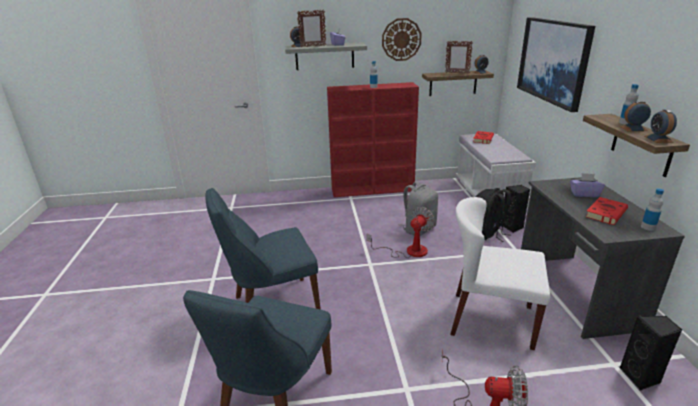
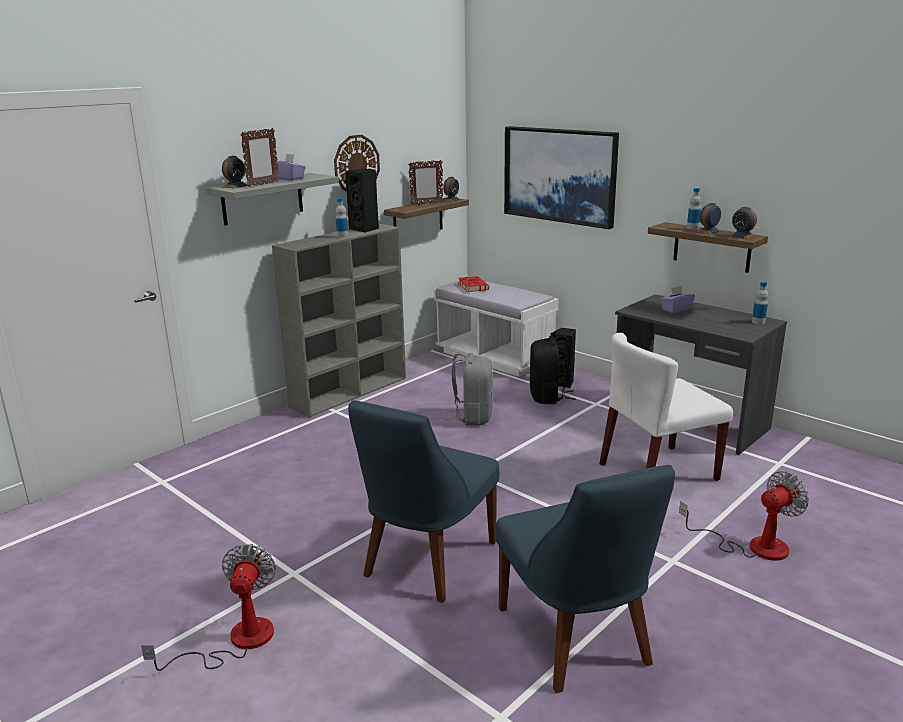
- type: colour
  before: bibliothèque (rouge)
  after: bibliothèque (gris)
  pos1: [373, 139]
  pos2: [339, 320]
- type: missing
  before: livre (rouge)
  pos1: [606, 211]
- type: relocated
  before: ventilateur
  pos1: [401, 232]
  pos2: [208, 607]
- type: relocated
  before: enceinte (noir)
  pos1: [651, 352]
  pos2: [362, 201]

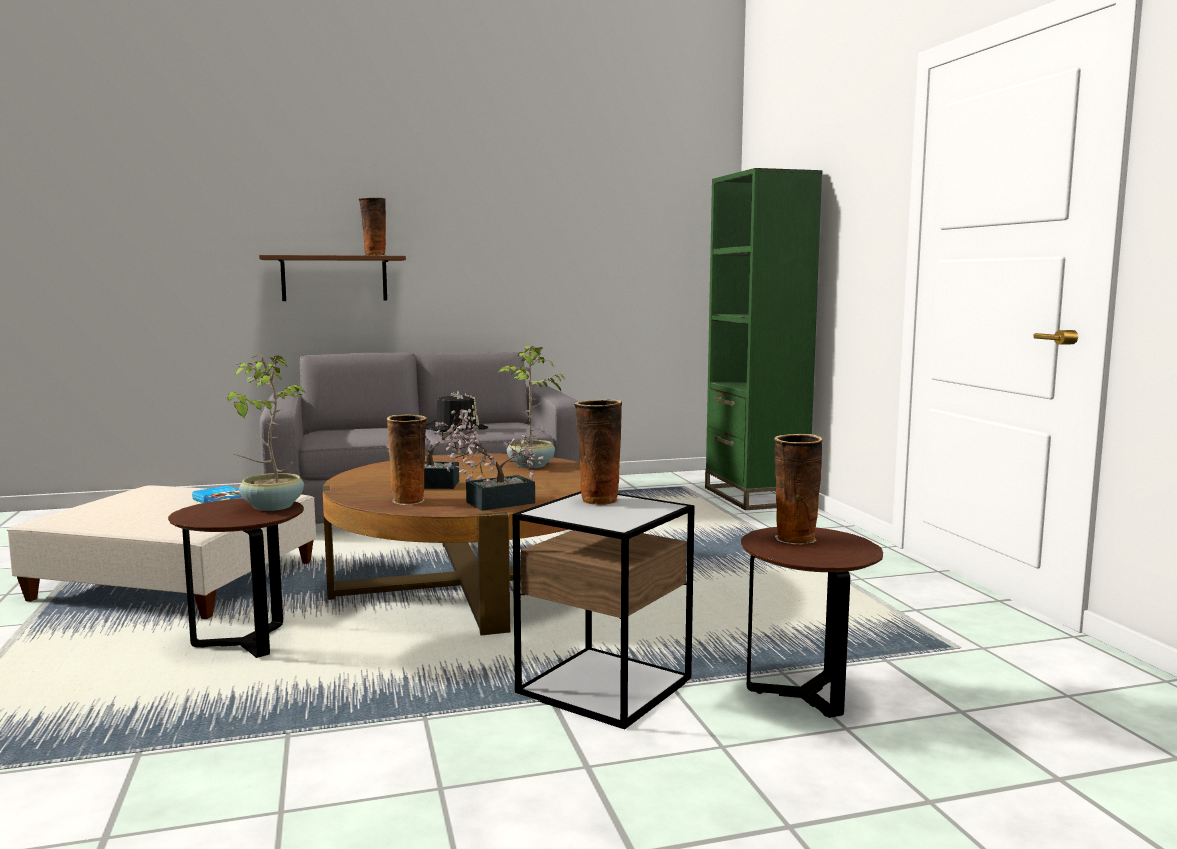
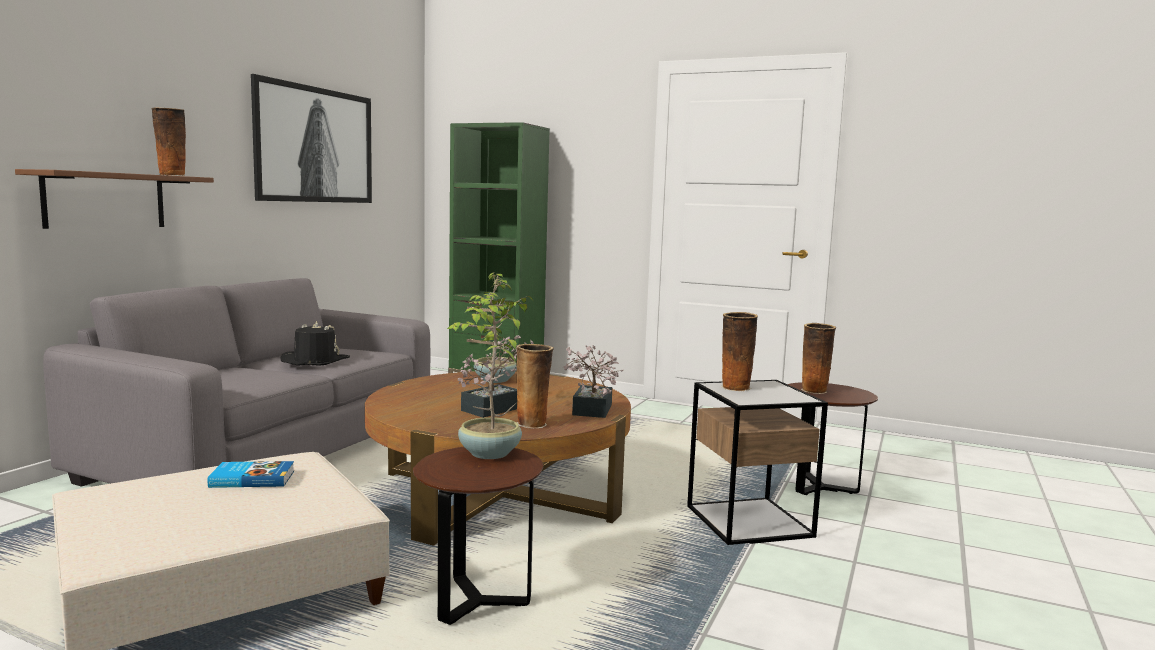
- type: appeared
  after: tableau
  pos2: [311, 138]

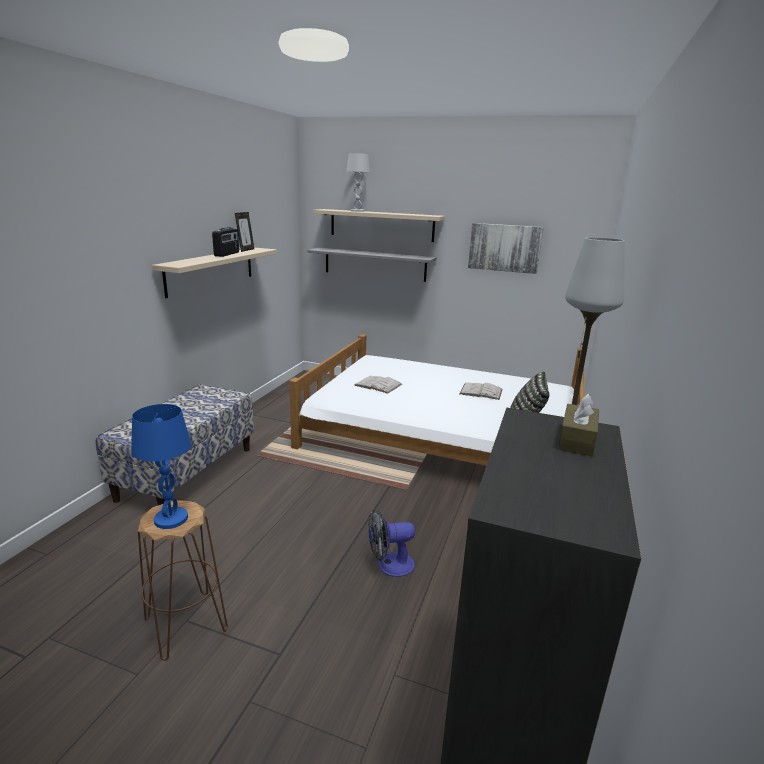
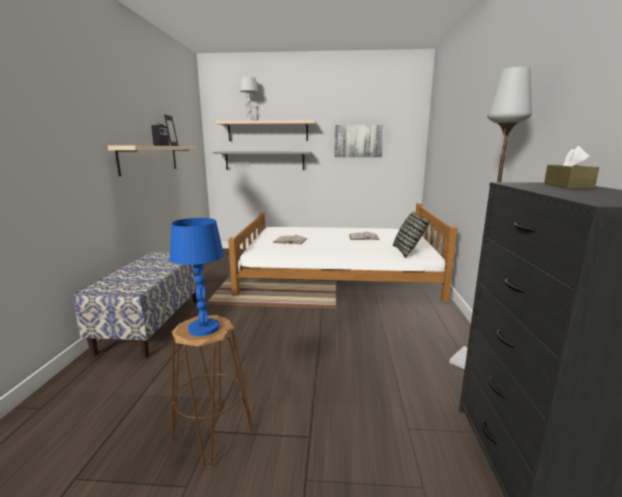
- type: missing
  before: ventilateur
  pos1: [391, 543]

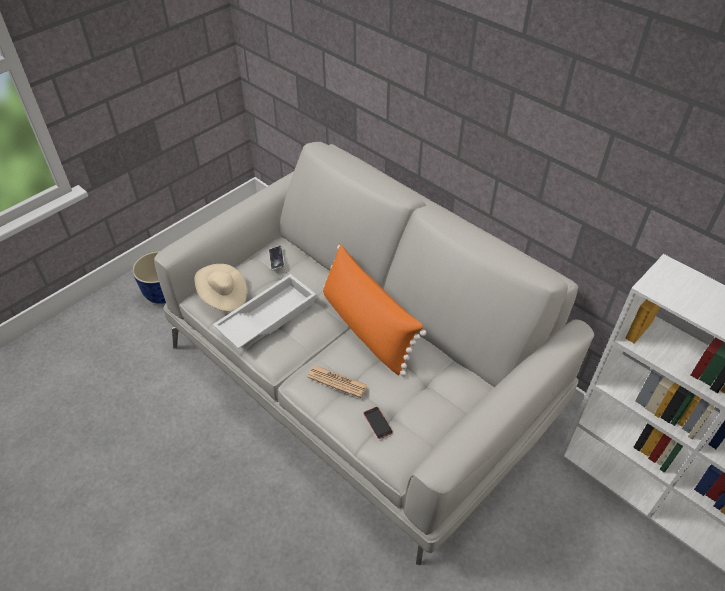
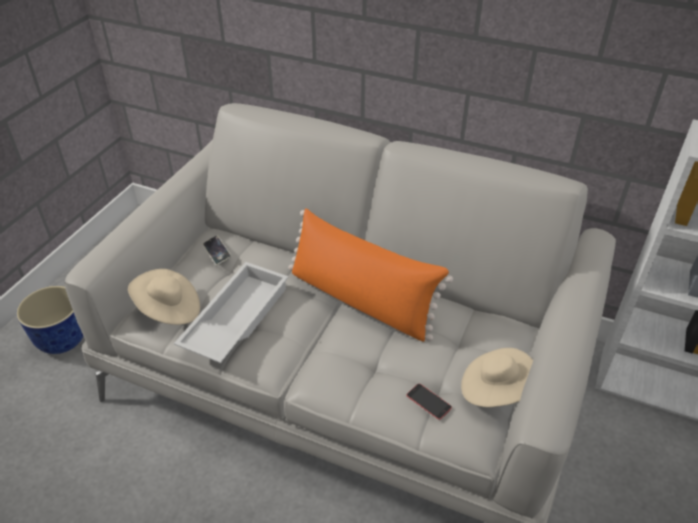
- type: missing
  before: journal
  pos1: [337, 381]
- type: appeared
  after: chapeau (beige)
  pos2: [497, 377]

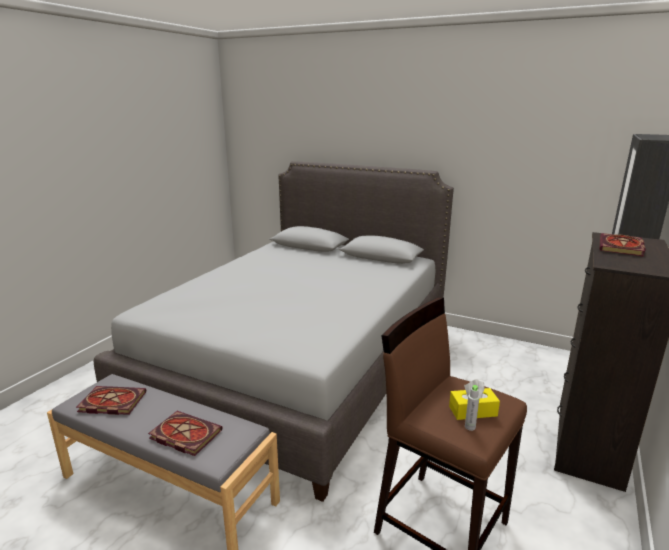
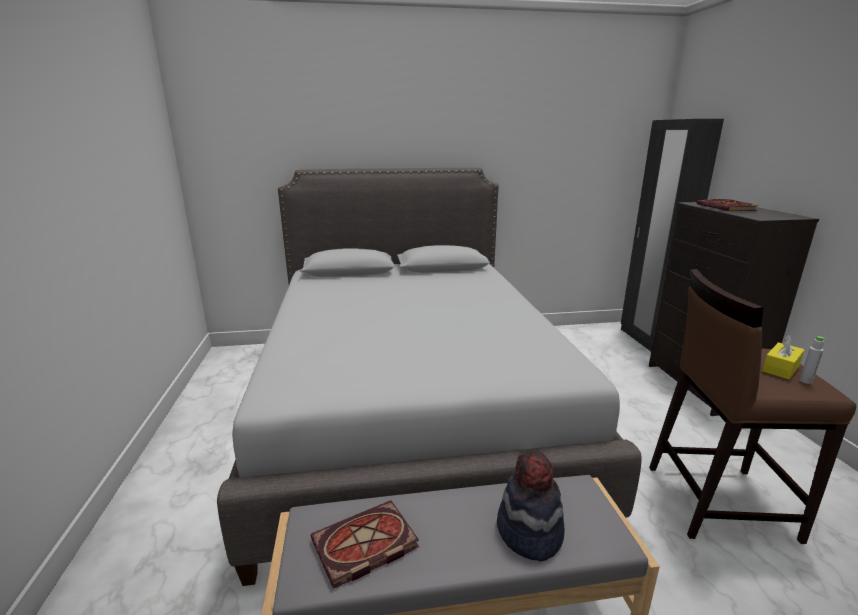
- type: exchanged
  before: livre
  after: chapeau
  pos1: [185, 433]
  pos2: [531, 505]

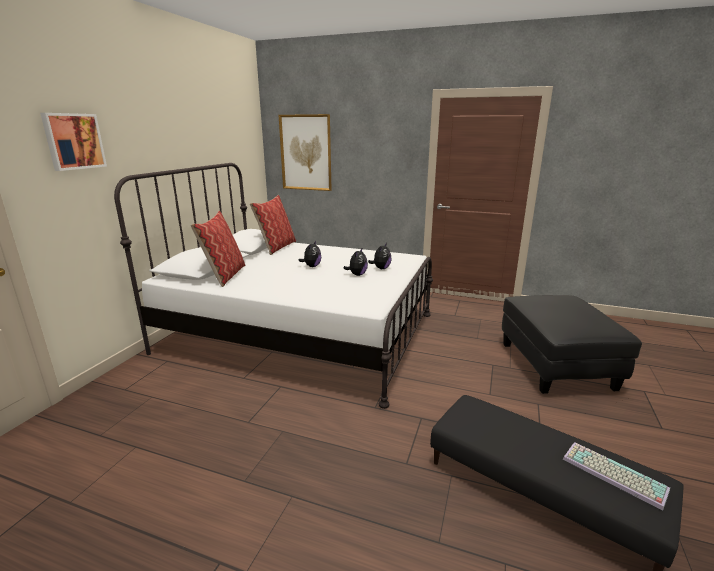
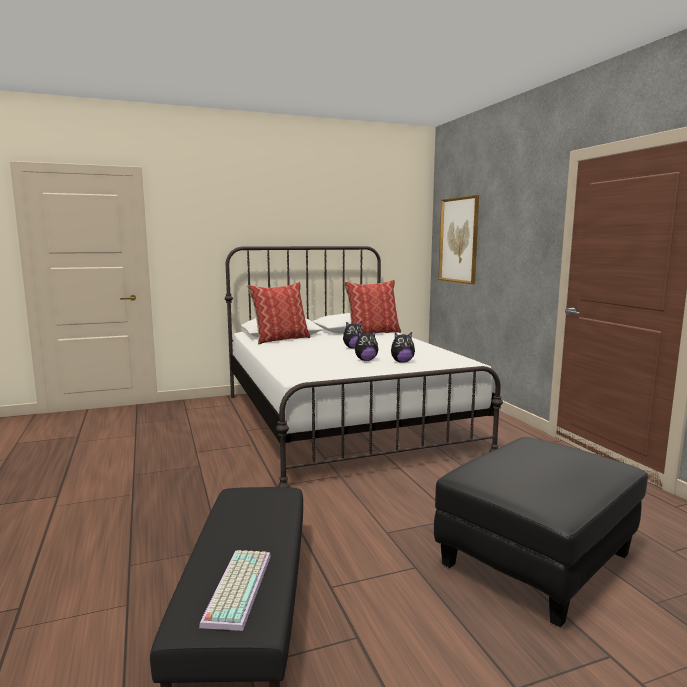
- type: missing
  before: tableau
  pos1: [73, 142]

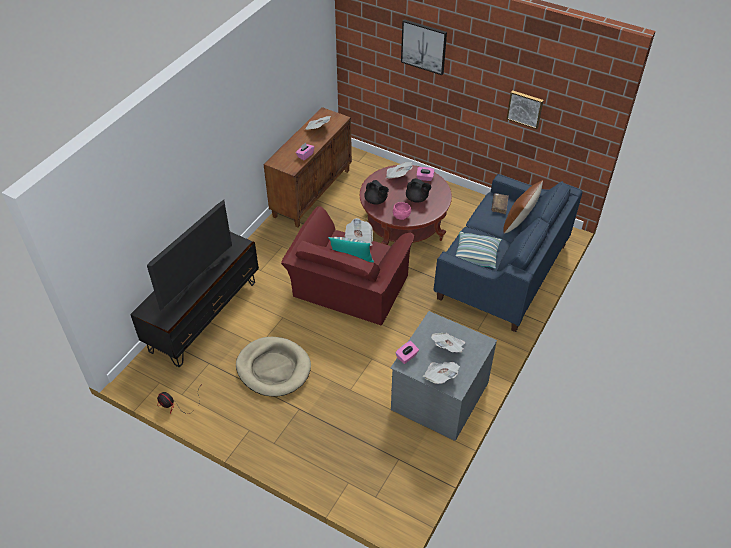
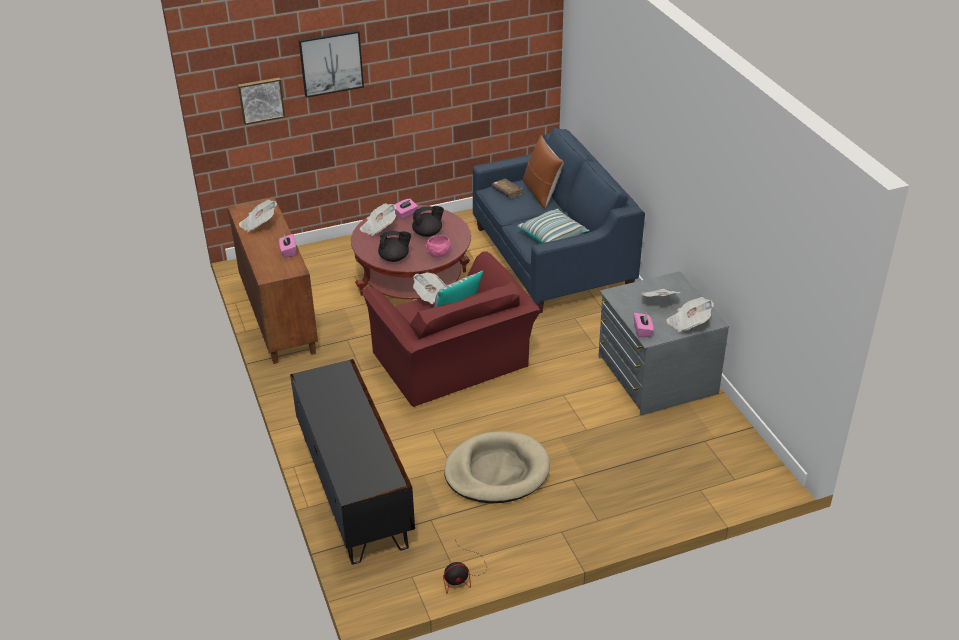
- type: relocated
  before: tableau
  pos1: [525, 109]
  pos2: [261, 101]
- type: missing
  before: téléviseur
  pos1: [189, 255]

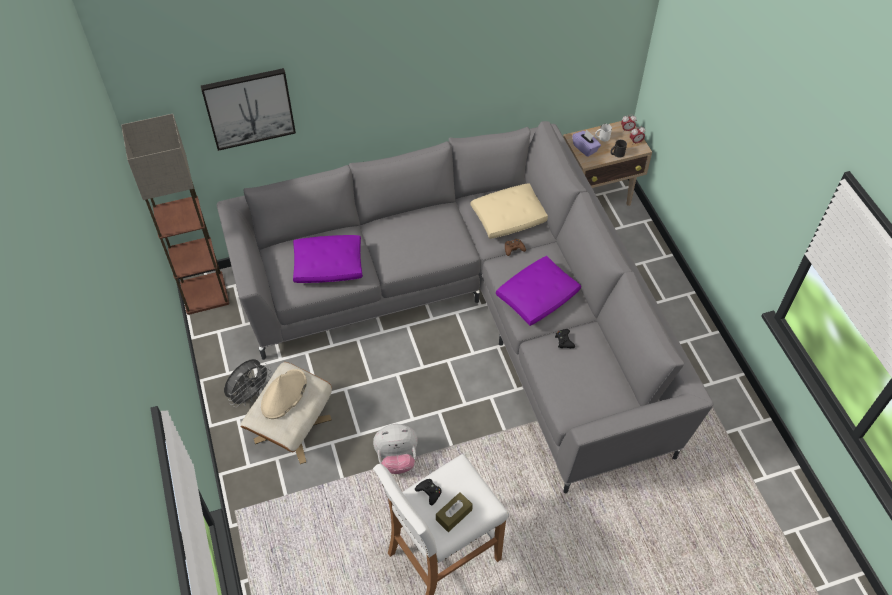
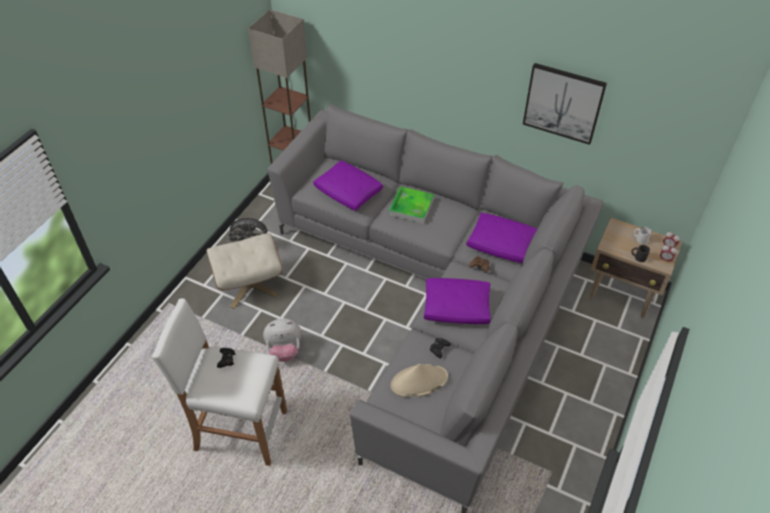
- type: relocated
  before: tableau
  pos1: [248, 109]
  pos2: [565, 104]
- type: missing
  before: boîte à mouchoirs (violet)
  pos1: [586, 143]
- type: colour
  before: coussin (beige)
  after: coussin (violet)
  pos1: [509, 211]
  pos2: [501, 238]
- type: relocated
  before: chapeau (beige)
  pos1: [284, 394]
  pos2: [419, 380]
- type: spun
  before: peluche
  pos1: [395, 449]
  pos2: [282, 340]
  turn: -45
- type: missing
  before: boîte à mouchoirs (marron)
  pos1: [454, 512]
- type: appeared
  after: plateau
  pos2: [411, 205]

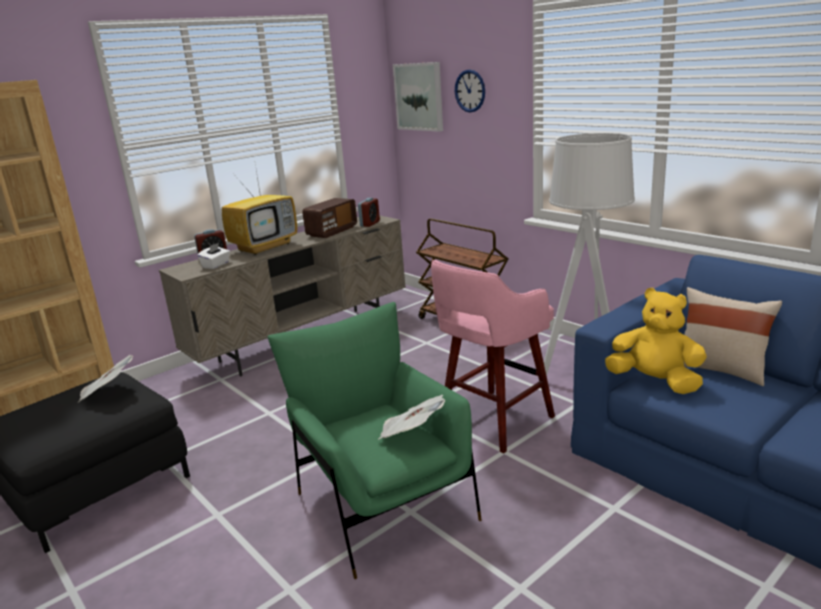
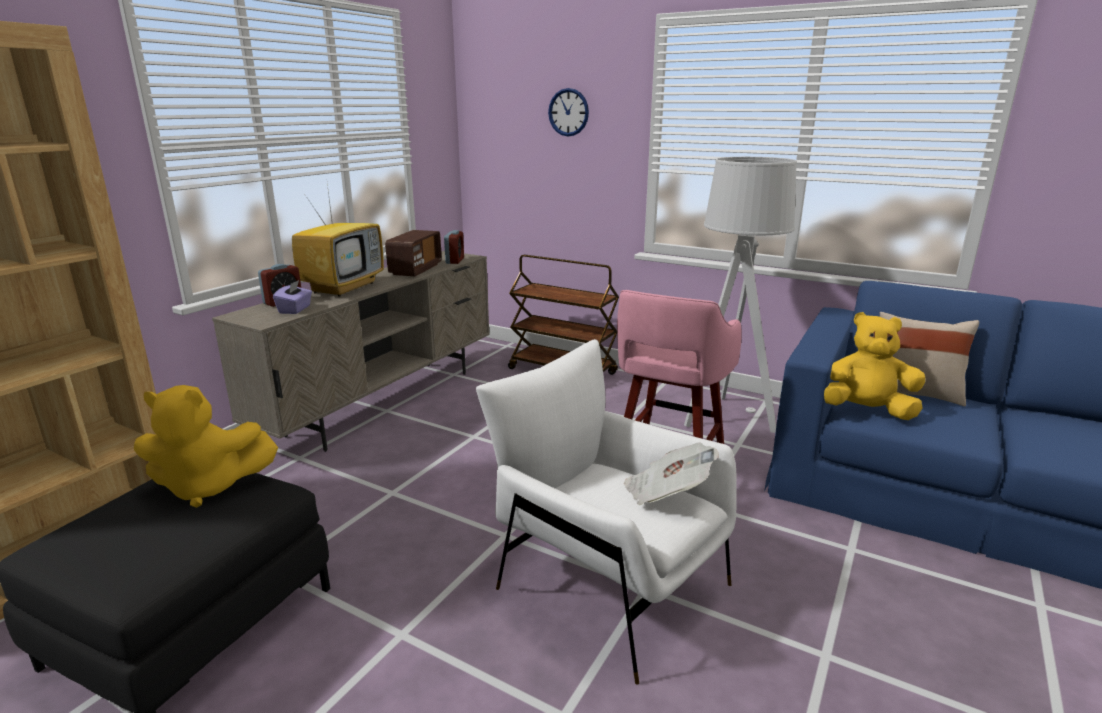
- type: missing
  before: tableau
  pos1: [418, 97]
- type: colour
  before: boîte à mouchoirs (blanc)
  after: boîte à mouchoirs (violet)
  pos1: [213, 256]
  pos2: [292, 297]
- type: colour
  before: fauteuil (vert)
  after: fauteuil (blanc)
  pos1: [375, 440]
  pos2: [606, 512]
- type: exchanged
  before: journal
  after: peluche (jaune)
  pos1: [106, 378]
  pos2: [206, 446]

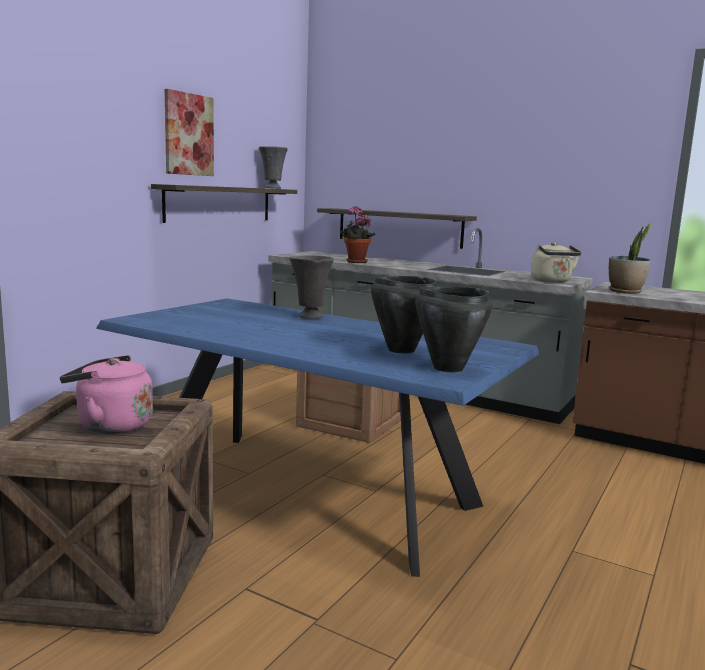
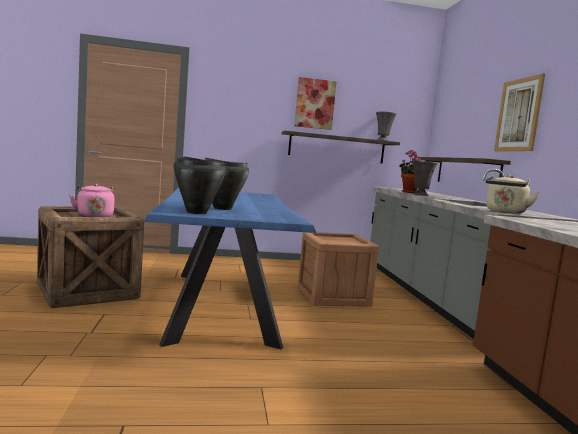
- type: missing
  before: plante en pot
  pos1: [631, 257]
- type: relocated
  before: vase (gris)
  pos1: [311, 287]
  pos2: [425, 178]
- type: appeared
  after: tableau
  pos2: [519, 112]

